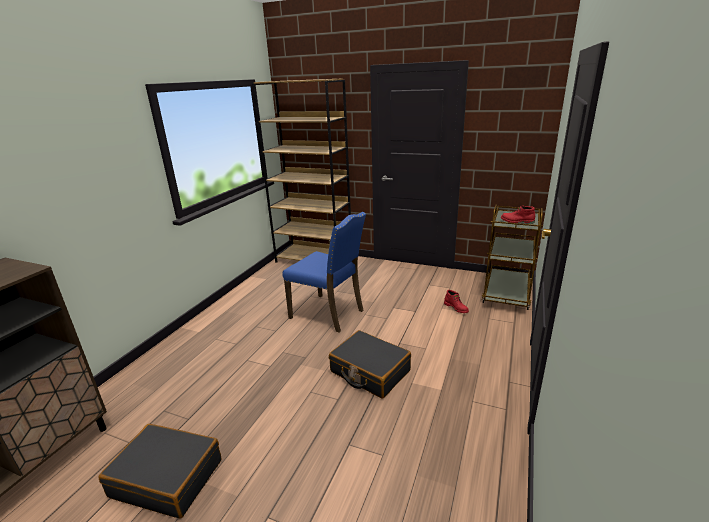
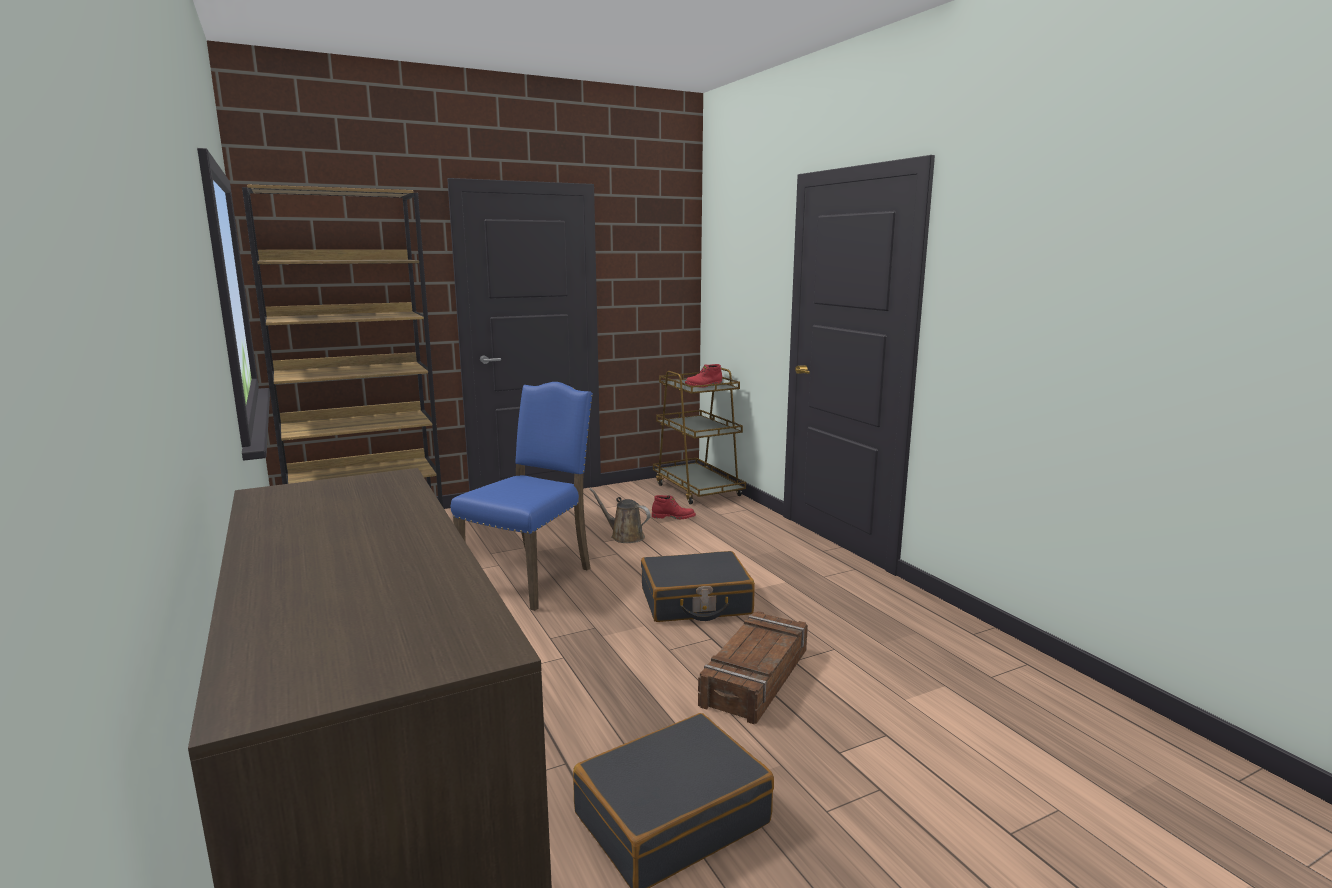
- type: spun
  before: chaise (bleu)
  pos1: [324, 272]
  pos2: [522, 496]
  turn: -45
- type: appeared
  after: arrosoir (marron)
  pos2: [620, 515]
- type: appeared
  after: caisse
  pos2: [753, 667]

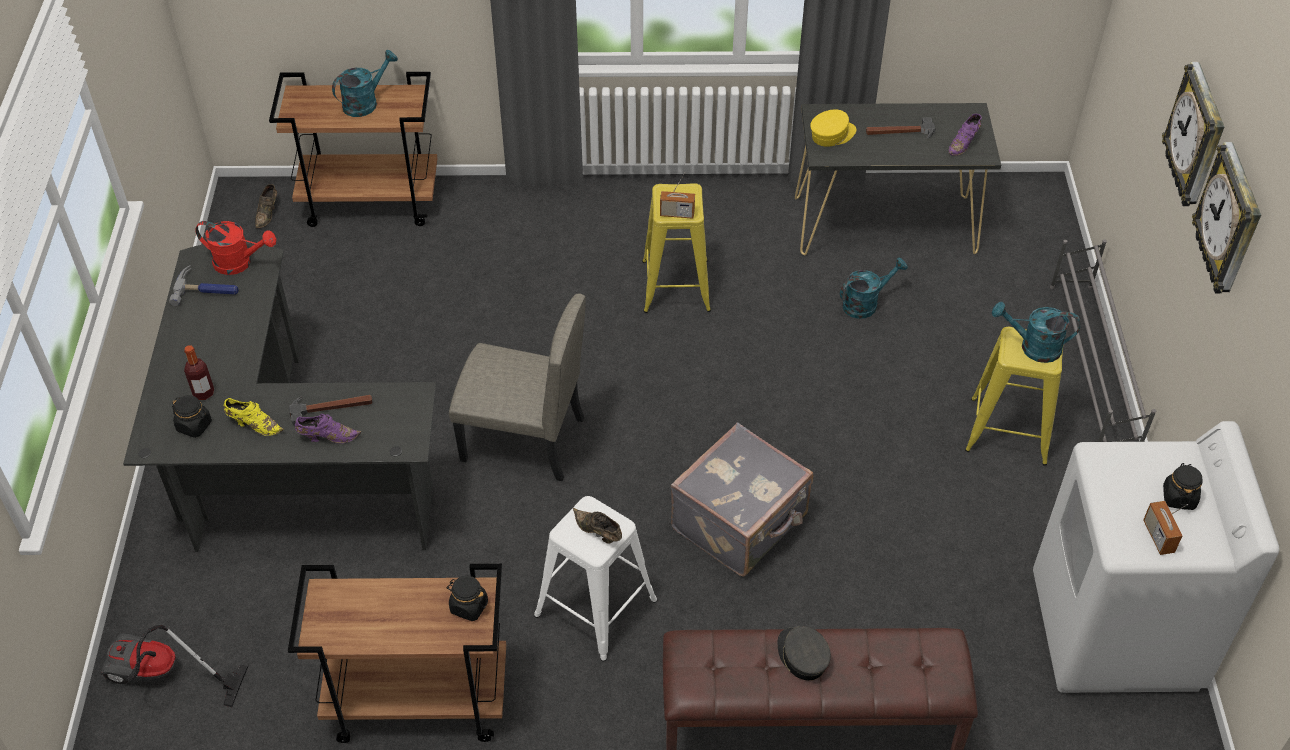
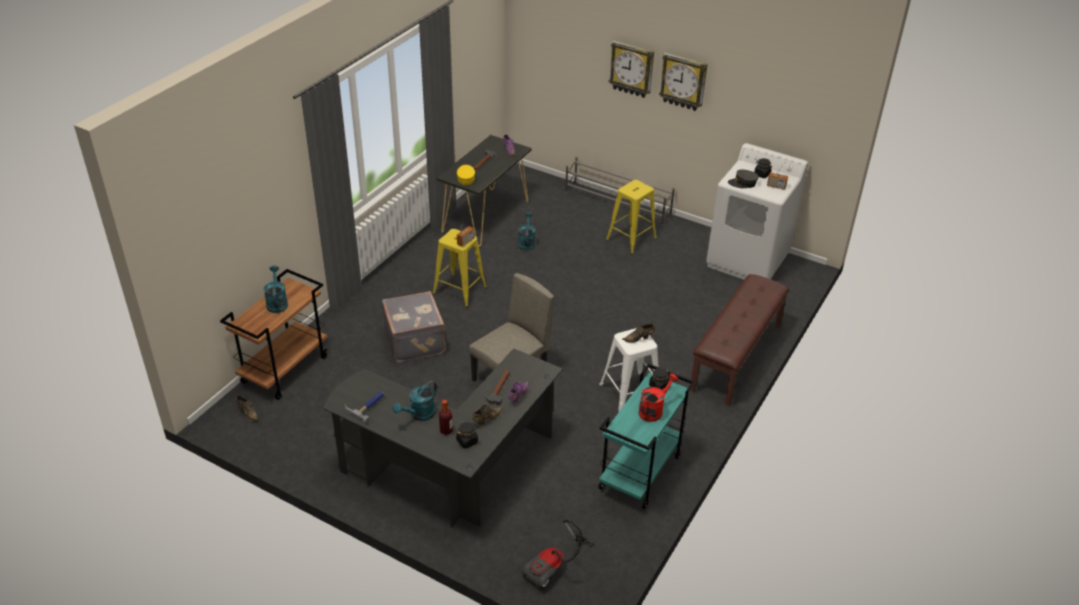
- type: relocated
  before: arrosoir (rouge)
  pos1: [235, 248]
  pos2: [658, 398]
- type: relocated
  before: arrosoir (turquoise)
  pos1: [1036, 332]
  pos2: [415, 401]
- type: colour
  before: chaussure (jaune)
  after: chaussure (marron)
  pos1: [254, 417]
  pos2: [487, 415]
- type: relocated
  before: valise (gris)
  pos1: [742, 500]
  pos2: [413, 326]
- type: colour
  before: chariot (marron)
  after: chariot (turquoise)
  pos1: [397, 653]
  pos2: [646, 436]
- type: relocated
  before: casquette (gris)
  pos1: [804, 653]
  pos2: [743, 178]

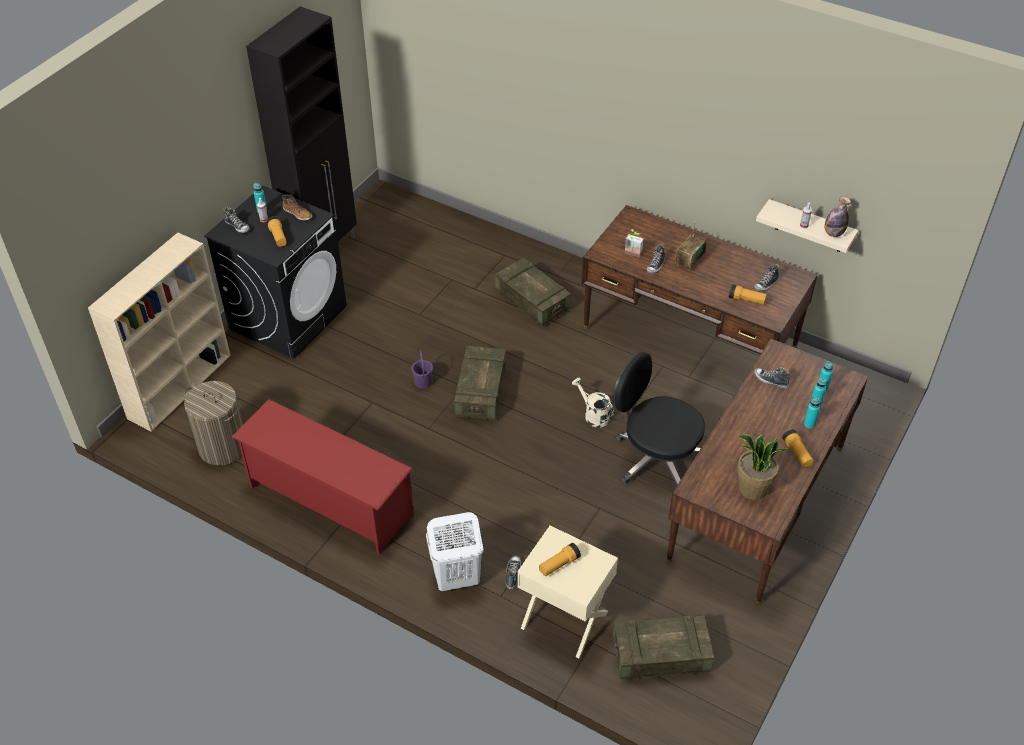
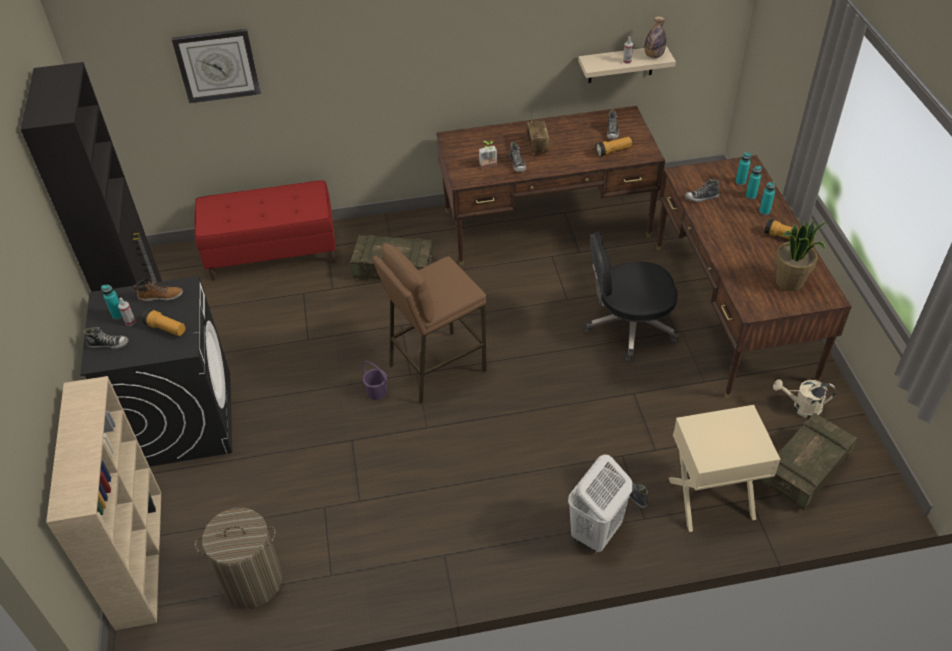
- type: exchanged
  before: caisse
  after: tabouret (marron)
  pos1: [480, 383]
  pos2: [429, 324]
- type: relocated
  before: arrosoir (beige)
  pos1: [593, 403]
  pos2: [804, 398]
- type: missing
  before: étagère à chaussures (rouge)
  pos1: [323, 476]
- type: missing
  before: lampe de poche
  pos1: [560, 559]
- type: appeared
  after: horloge murale
  pos2: [216, 66]
- type: appeared
  after: banc (rouge)
  pos2: [265, 230]

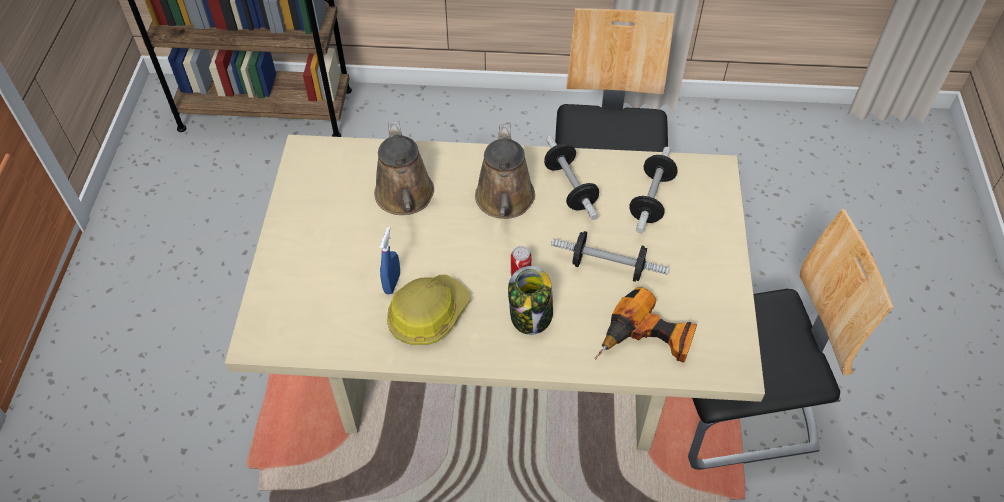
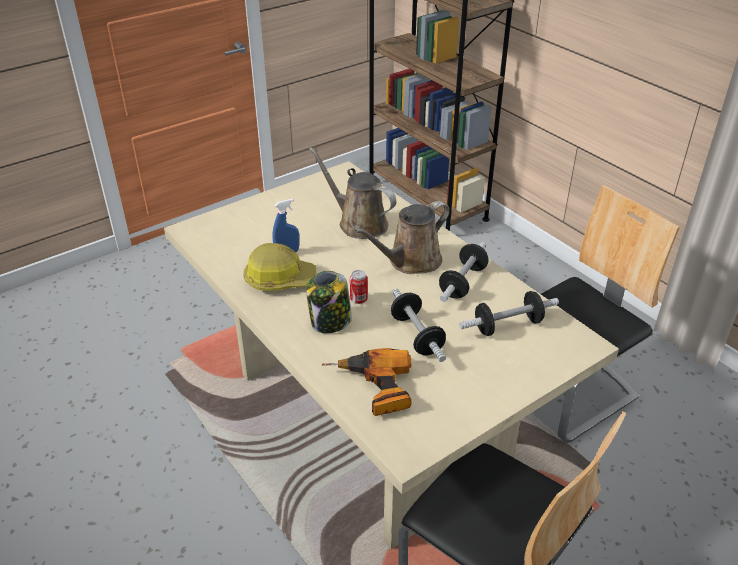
- type: spun
  before: arrosoir (marron)
  pos1: [404, 168]
  pos2: [353, 193]
  turn: 90

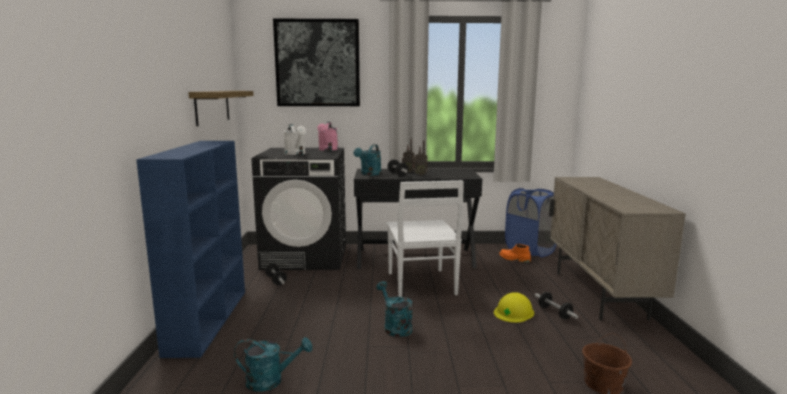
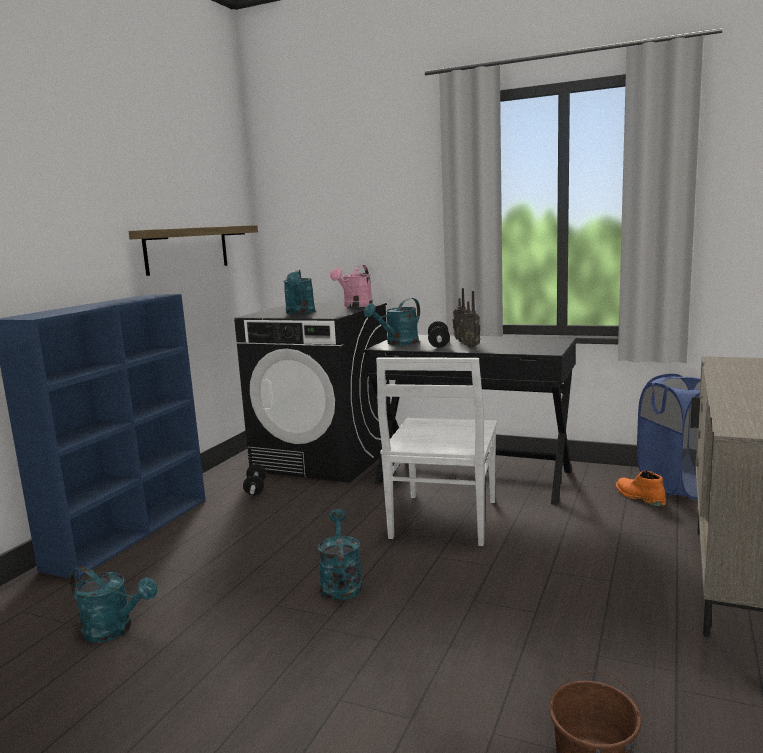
- type: missing
  before: tableau
  pos1: [316, 62]
- type: colour
  before: arrosoir (blanc)
  after: arrosoir (turquoise)
  pos1: [295, 139]
  pos2: [299, 292]
- type: missing
  before: casque de chantier (jaune)
  pos1: [514, 307]
- type: missing
  before: haltère
  pos1: [556, 305]

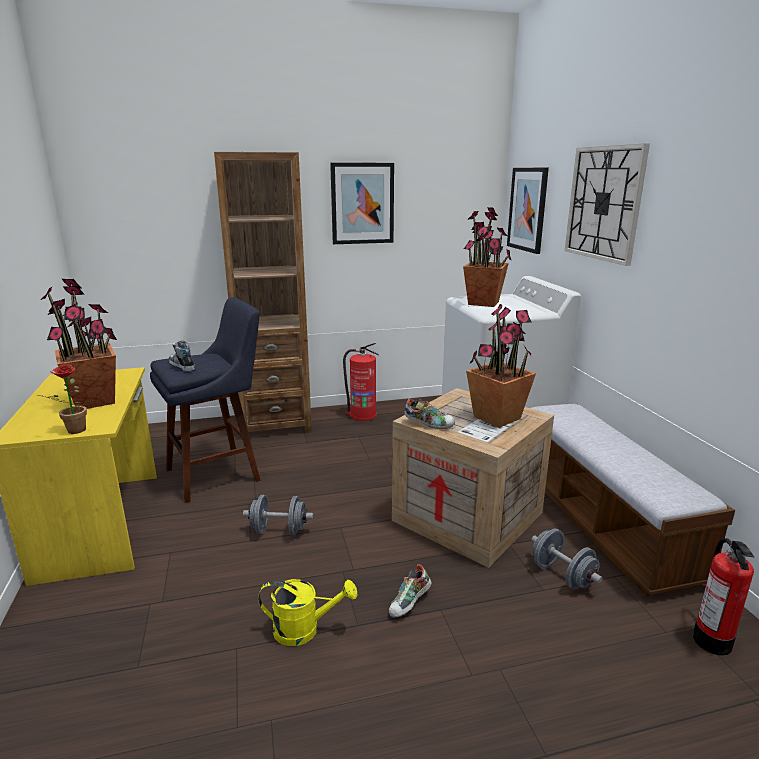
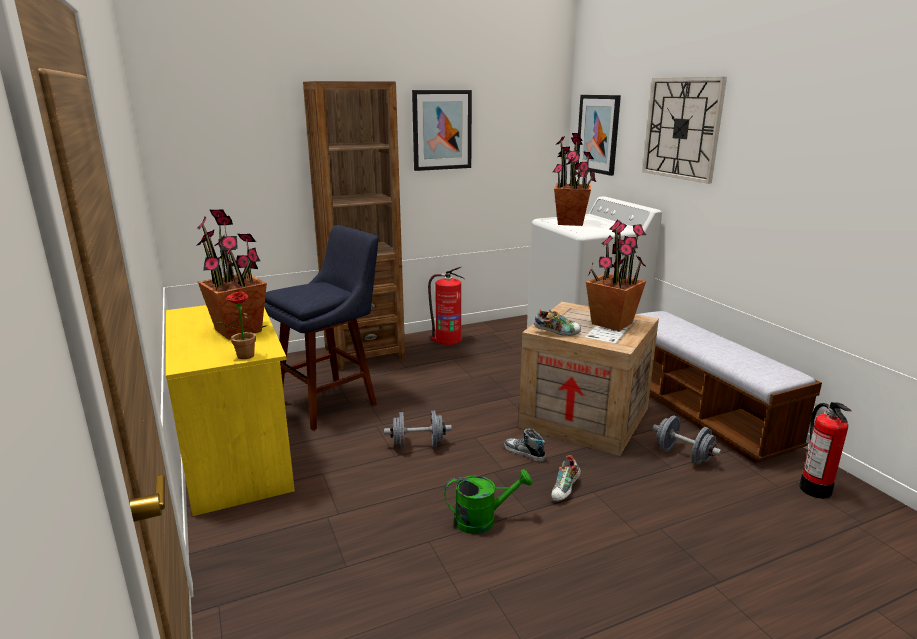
- type: relocated
  before: chaussure
  pos1: [182, 355]
  pos2: [524, 444]
- type: colour
  before: arrosoir (jaune)
  after: arrosoir (vert)
  pos1: [307, 612]
  pos2: [488, 501]

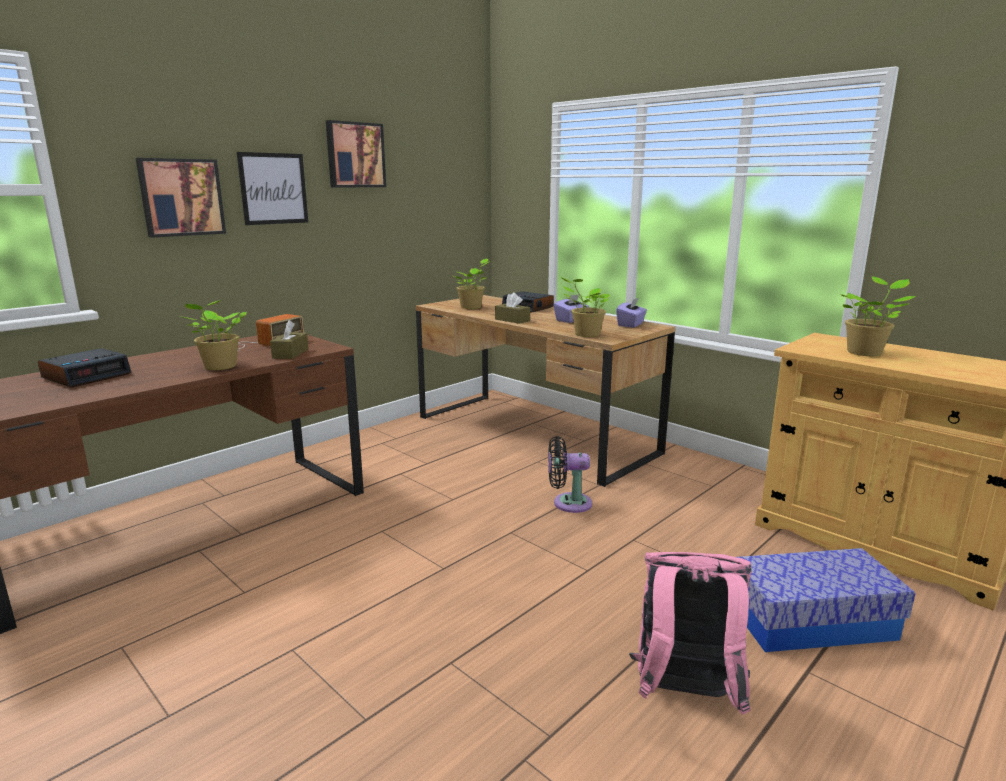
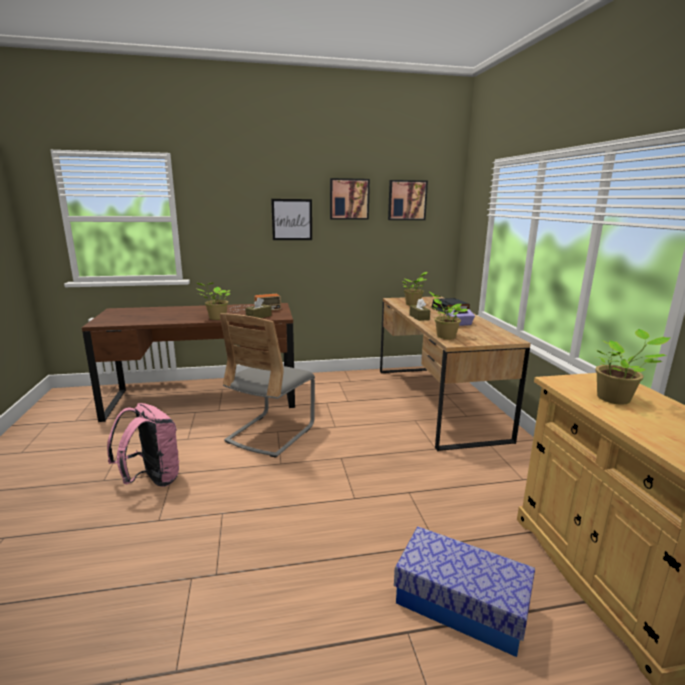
- type: relocated
  before: tableau
  pos1: [181, 198]
  pos2: [408, 200]
- type: missing
  before: boîte à mouchoirs (violet)
  pos1: [631, 313]
- type: missing
  before: réveil
  pos1: [84, 368]
- type: missing
  before: ventilateur (noir)
  pos1: [570, 474]
- type: relocated
  before: sac à dos (rose)
  pos1: [690, 633]
  pos2: [143, 445]
- type: appeared
  after: chaise (gris)
  pos2: [267, 385]

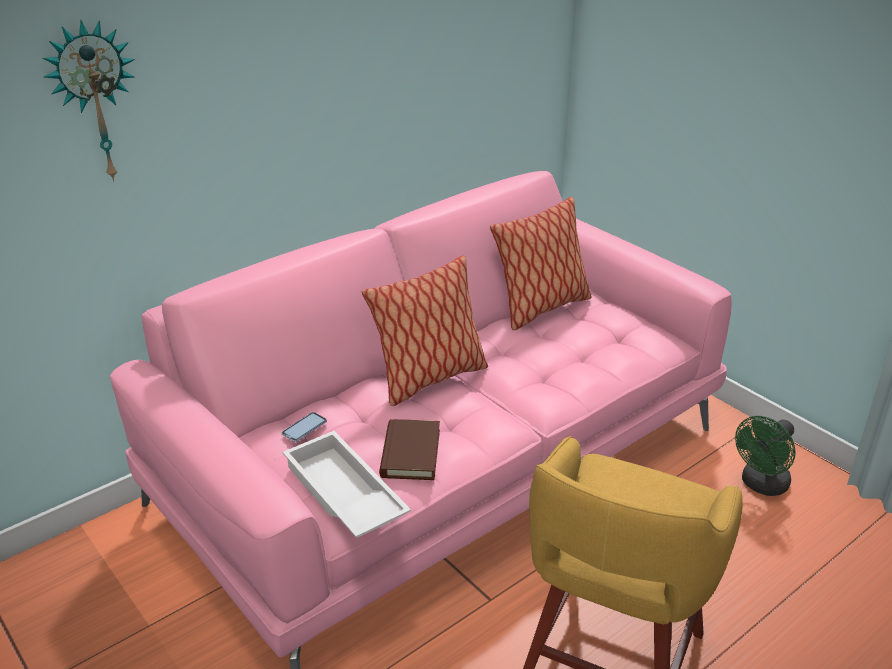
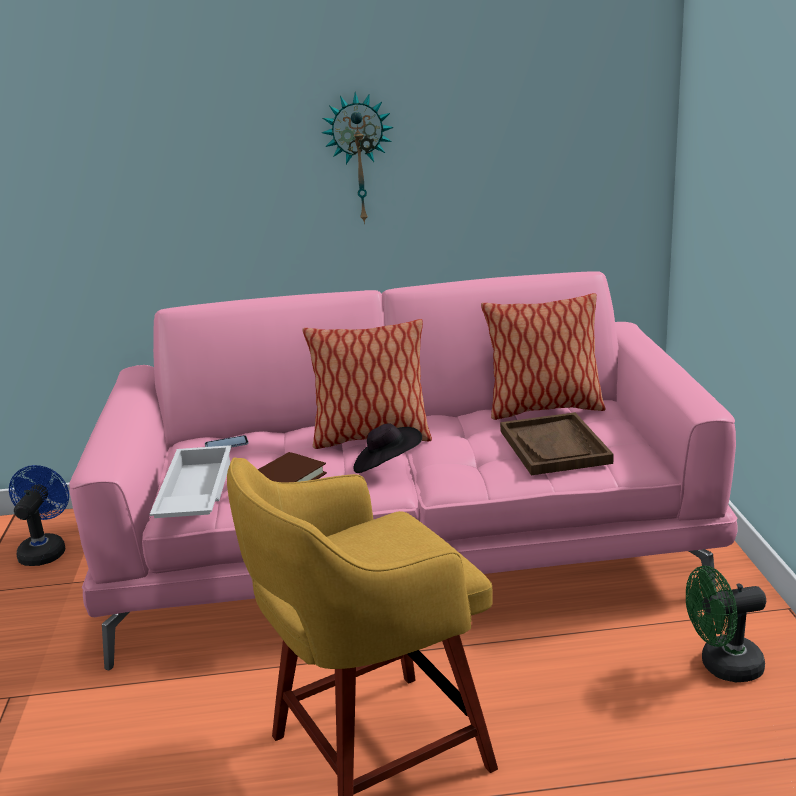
- type: relocated
  before: horloge murale
  pos1: [89, 101]
  pos2: [358, 158]
- type: appeared
  after: plateau (marron)
  pos2: [557, 443]
- type: appeared
  after: chapeau (noir)
  pos2: [387, 448]
- type: appeared
  after: ventilateur (bleu)
  pos2: [39, 515]

